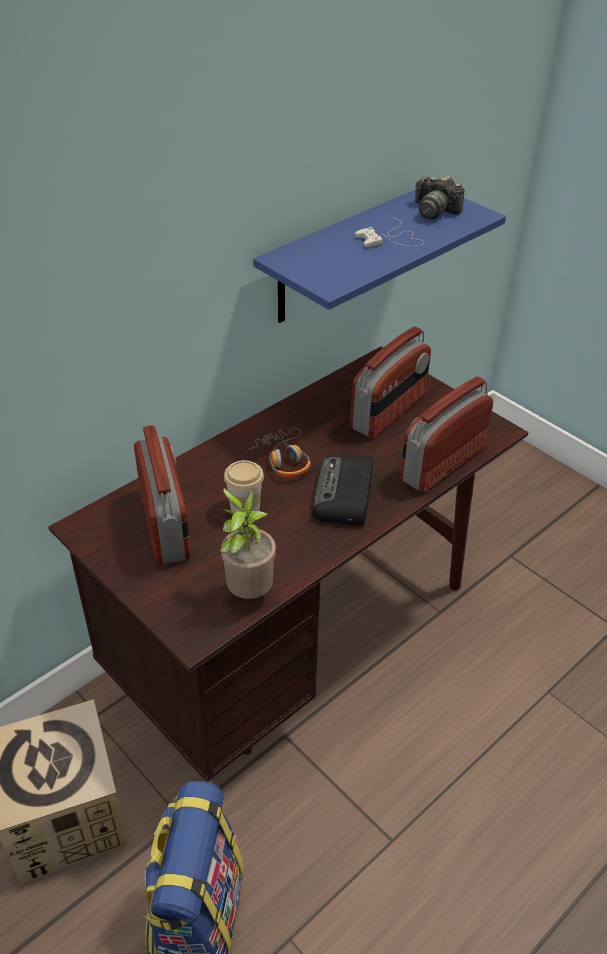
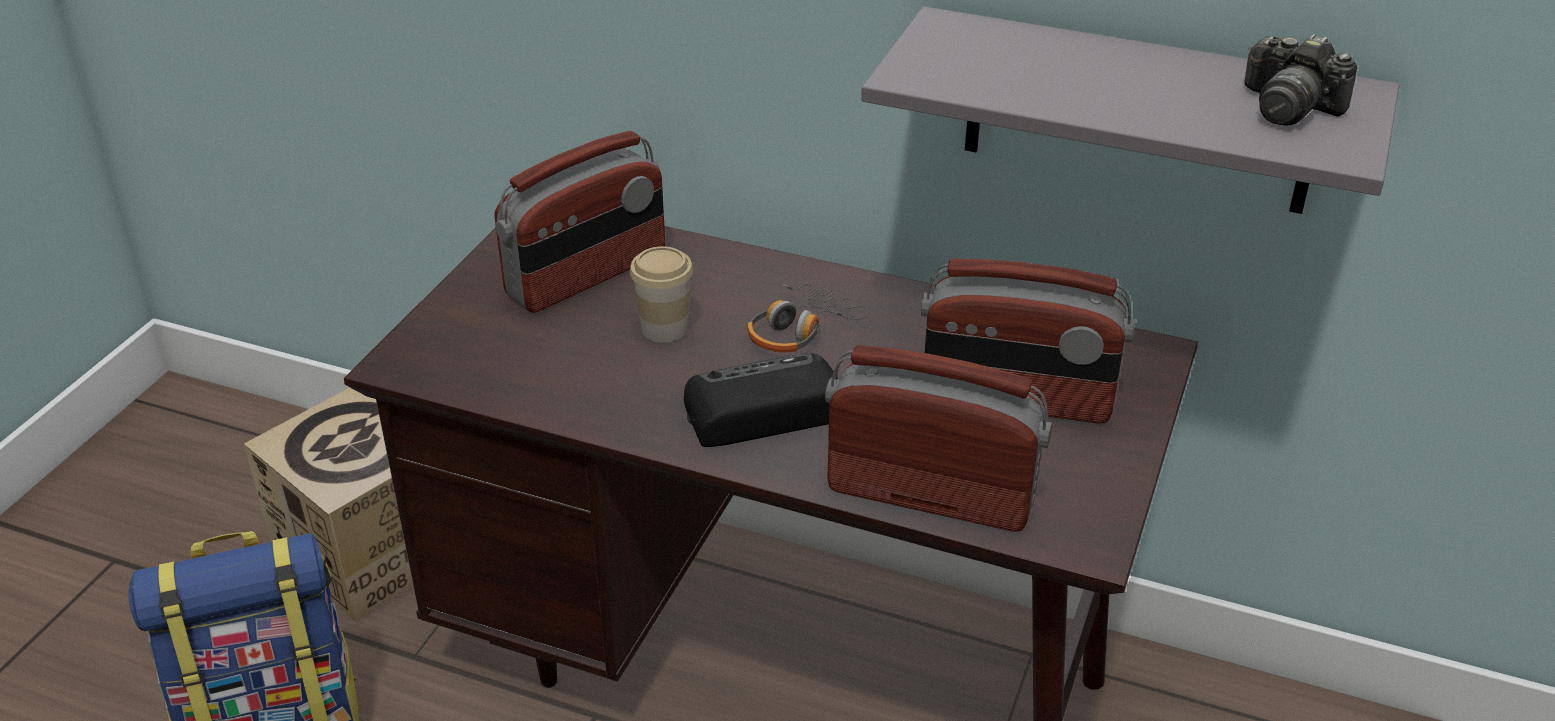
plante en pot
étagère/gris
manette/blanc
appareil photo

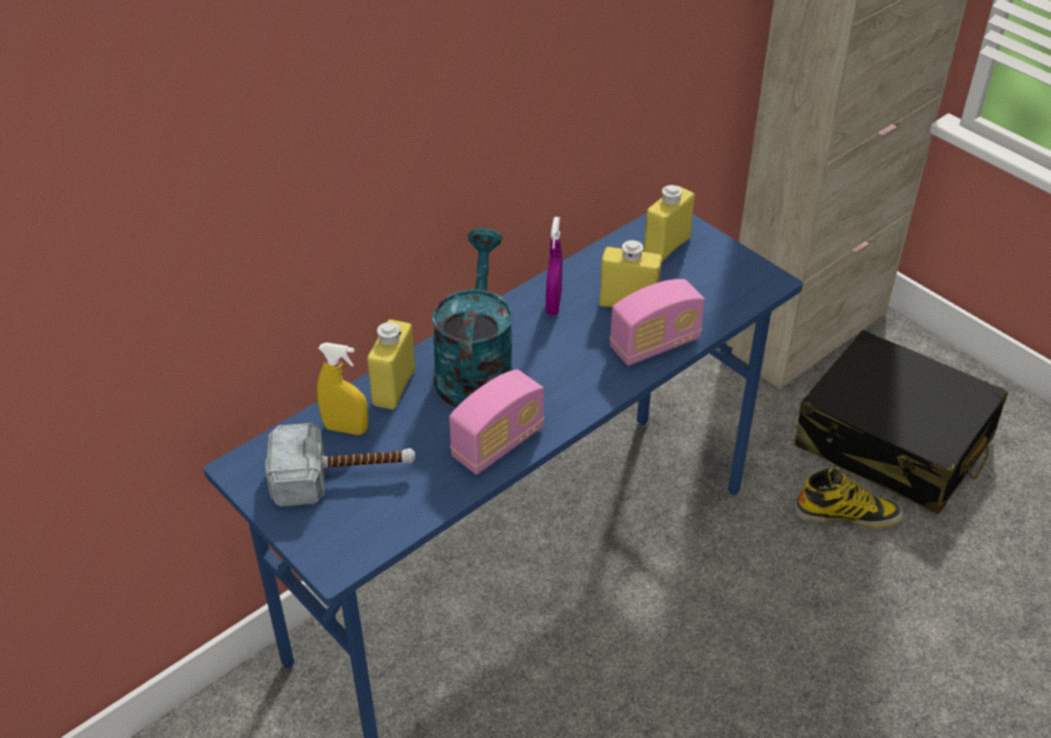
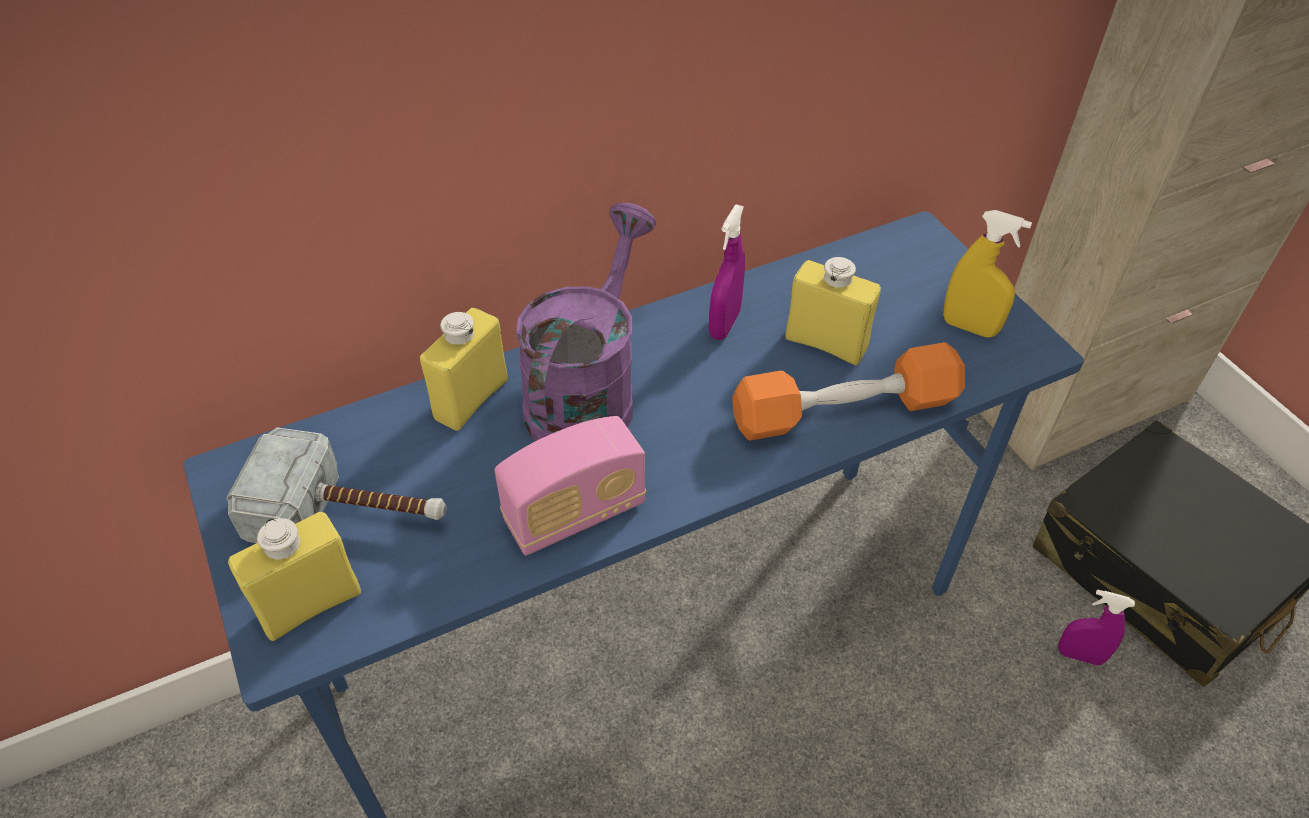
vaporisateur/jaune
arrosoir/violet
haltère/orange
bouteille/jaune (no. 1 from left)
vaporisateur/violet (no. 2 from left)

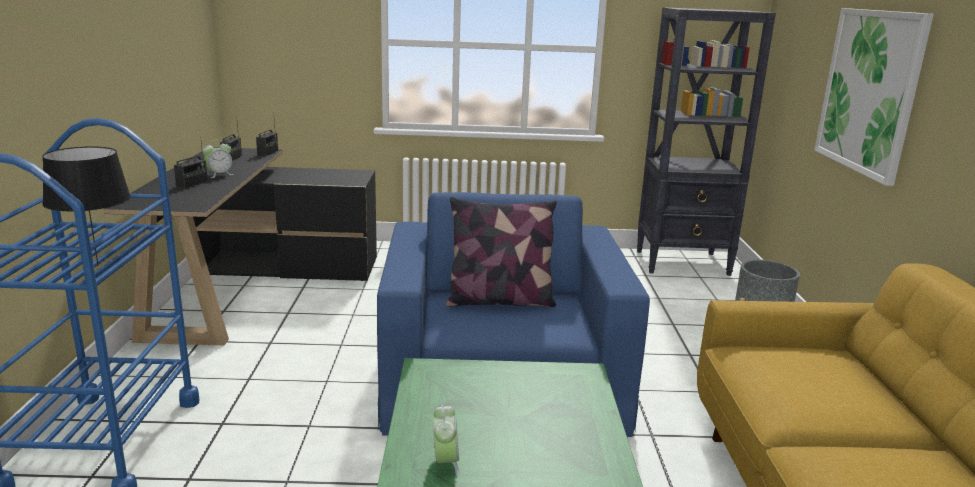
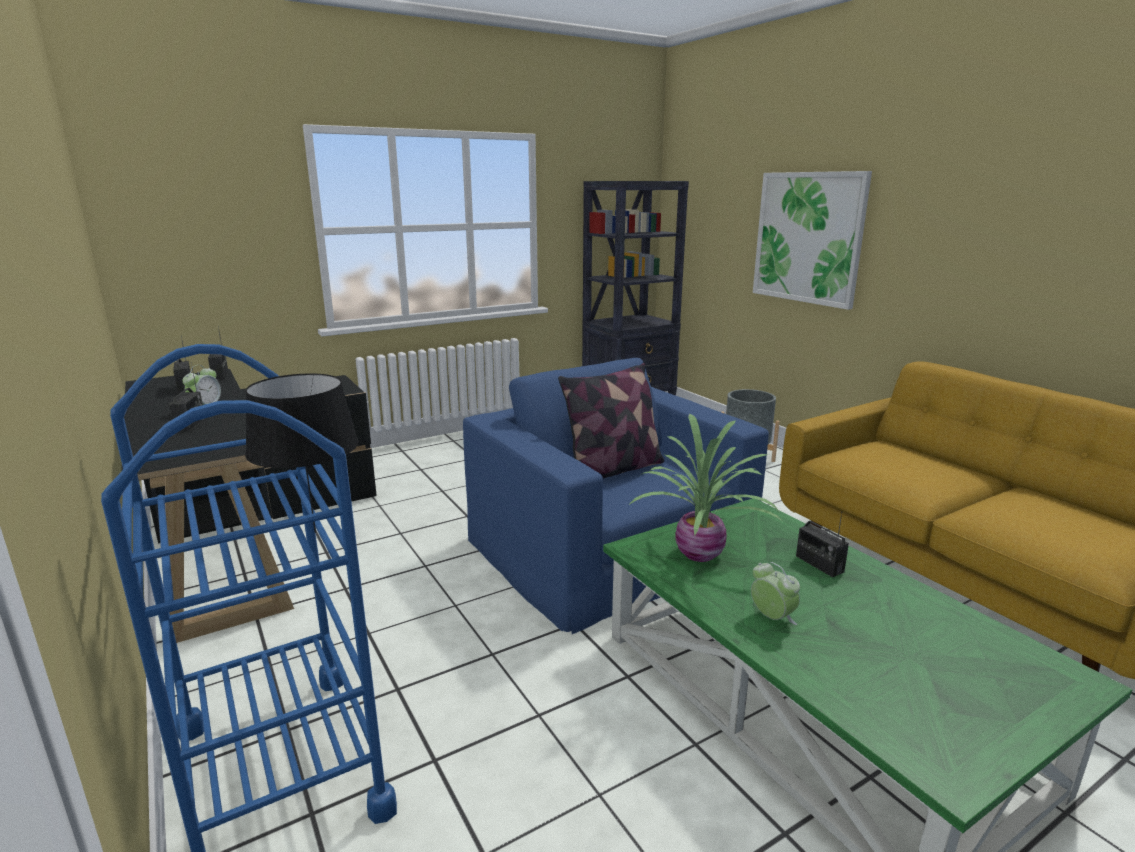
plante en pot
radio (no. 4 from left)

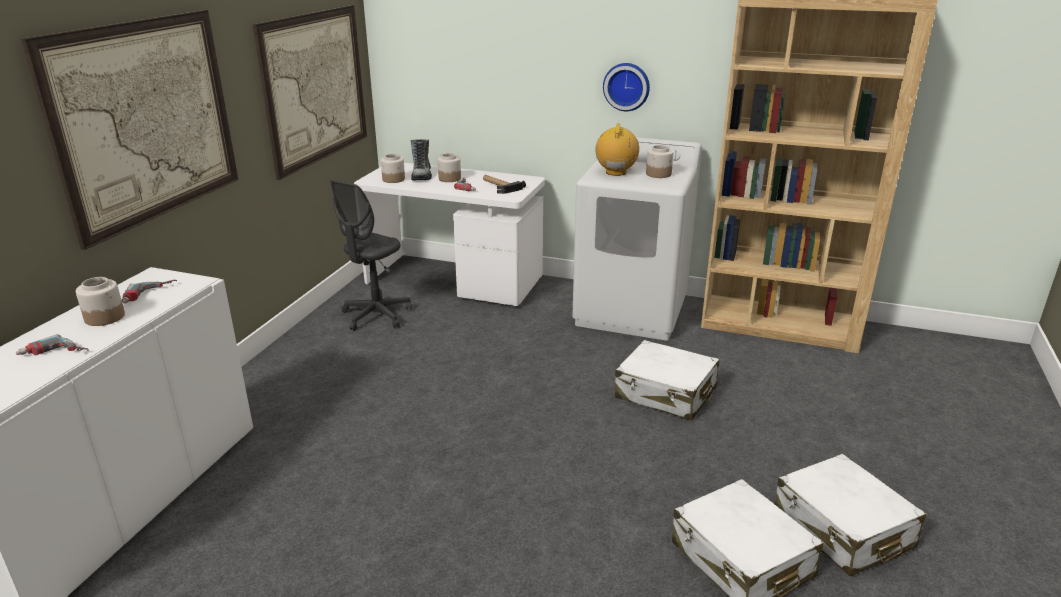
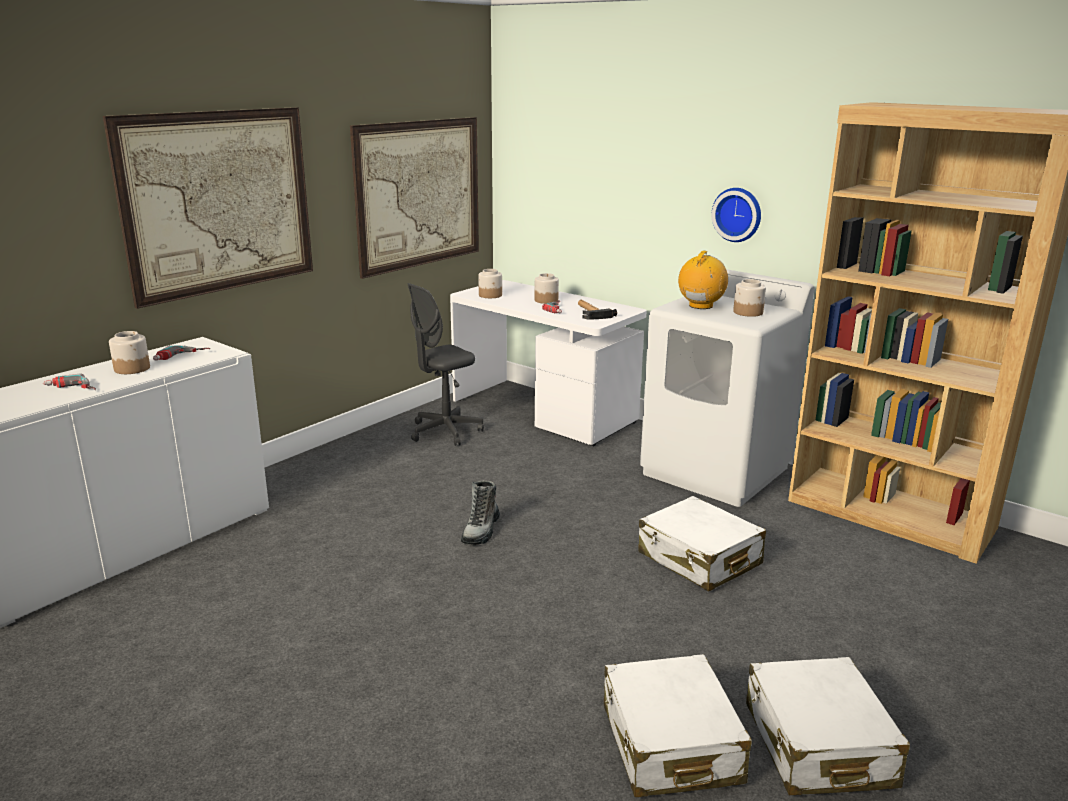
botte

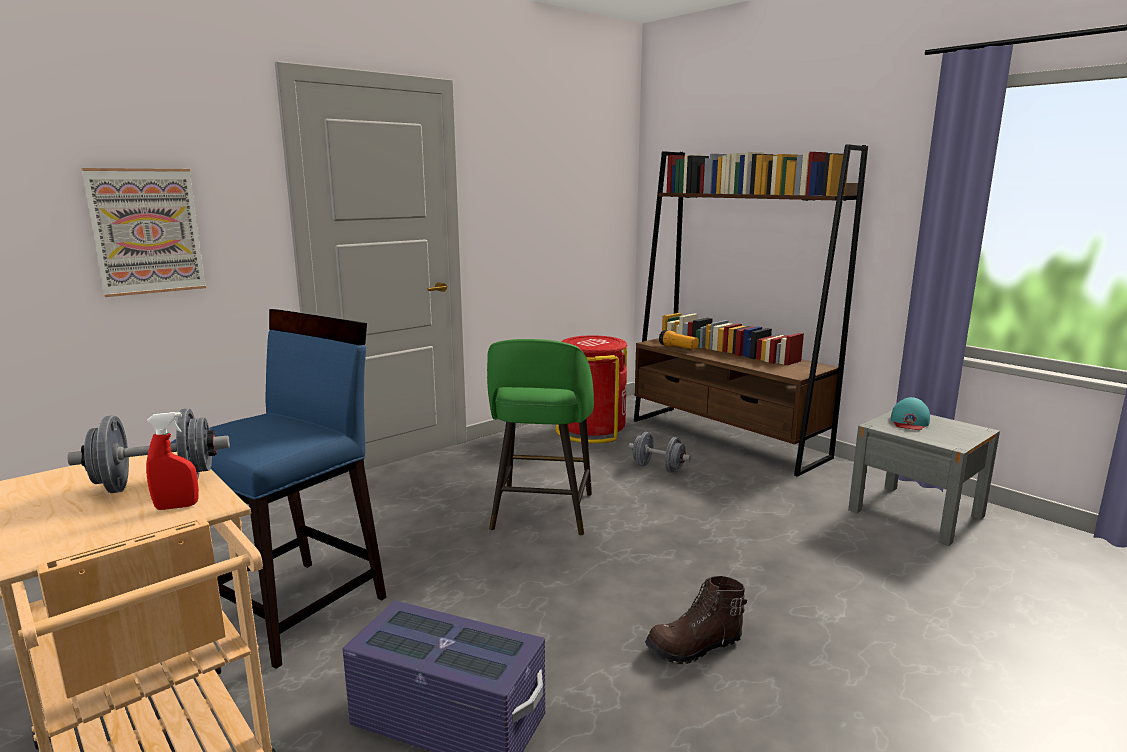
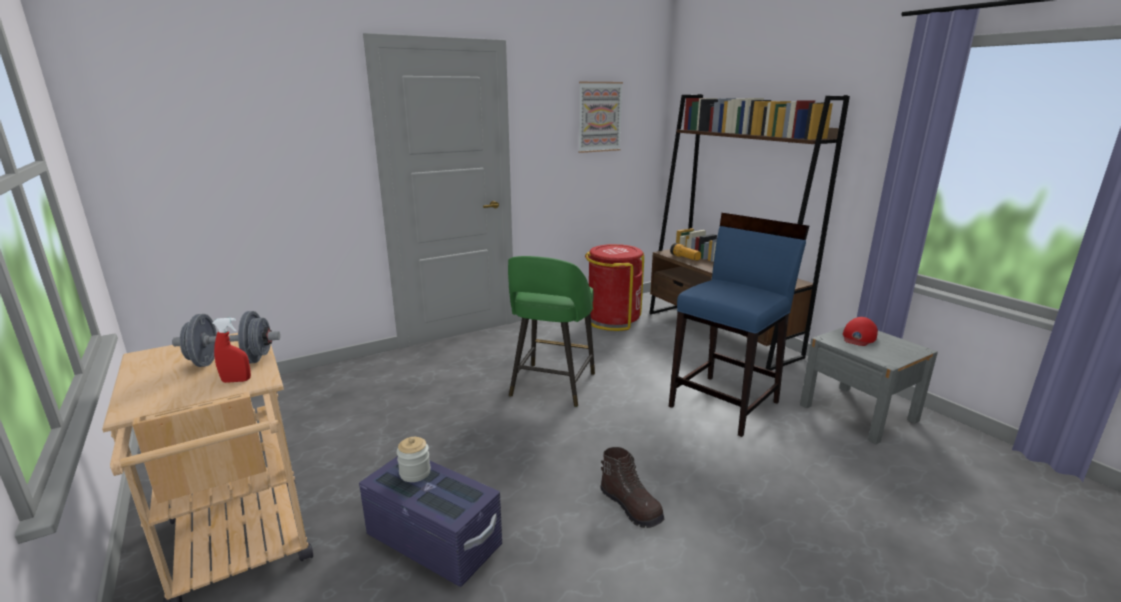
tableau
tabouret/bleu
haltère/gris (no. 2 from left in the first image)
botte/marron
casquette/rouge
bocal

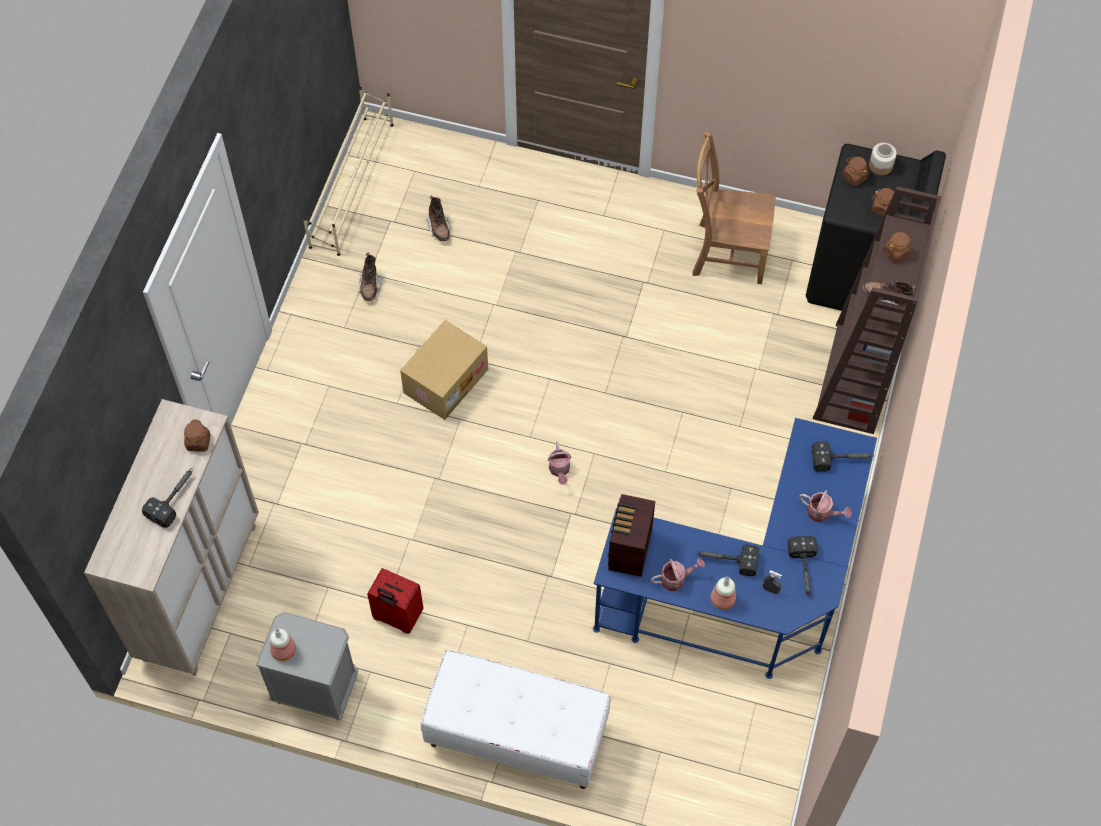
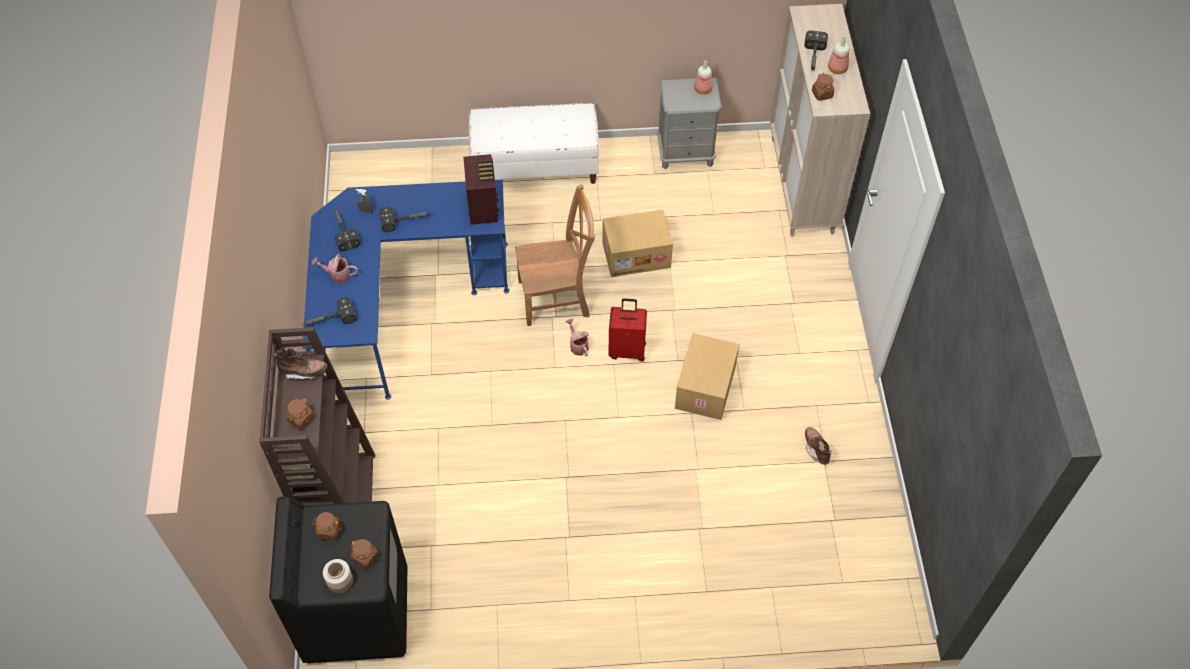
étagère à chaussures/beige
valise/rouge
botte/marron (no. 2 from left in the first image)
arrosoir (no. 2 from left in the first image)
chaise/marron
bouteille (no. 2 from left)
carton (no. 1 from left)

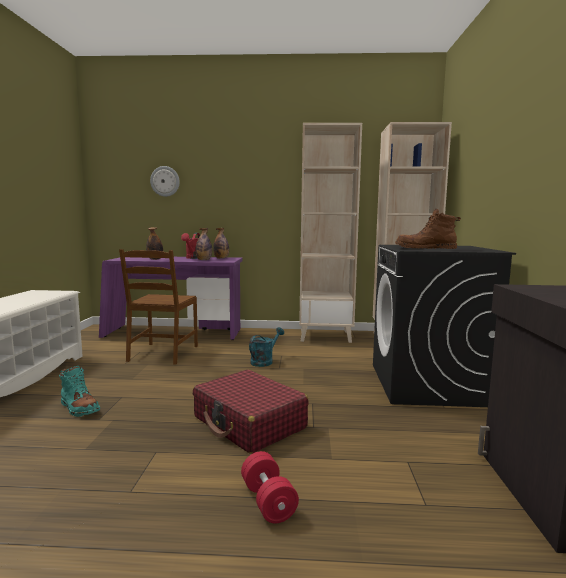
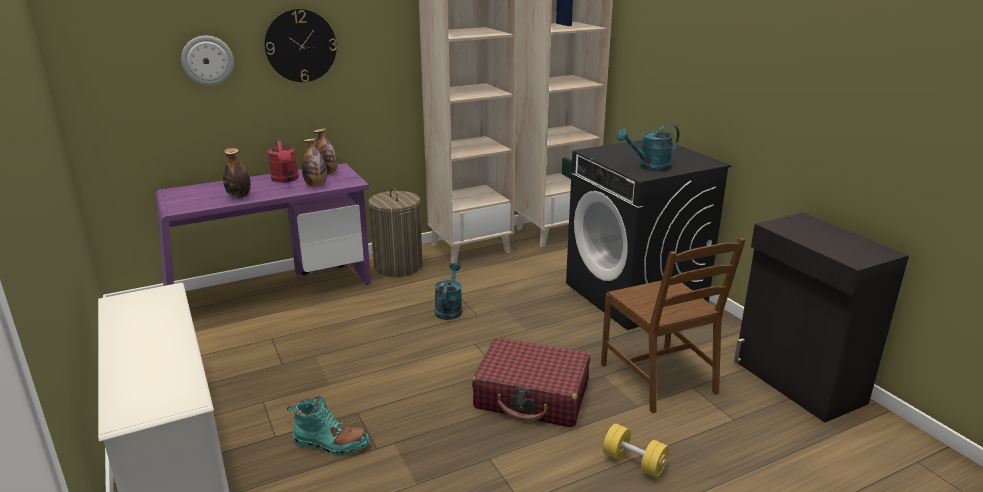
chaise/marron
haltère/jaune
arrosoir/turquoise (no. 2 from left)
horloge murale (no. 2 from left)
panier à linge

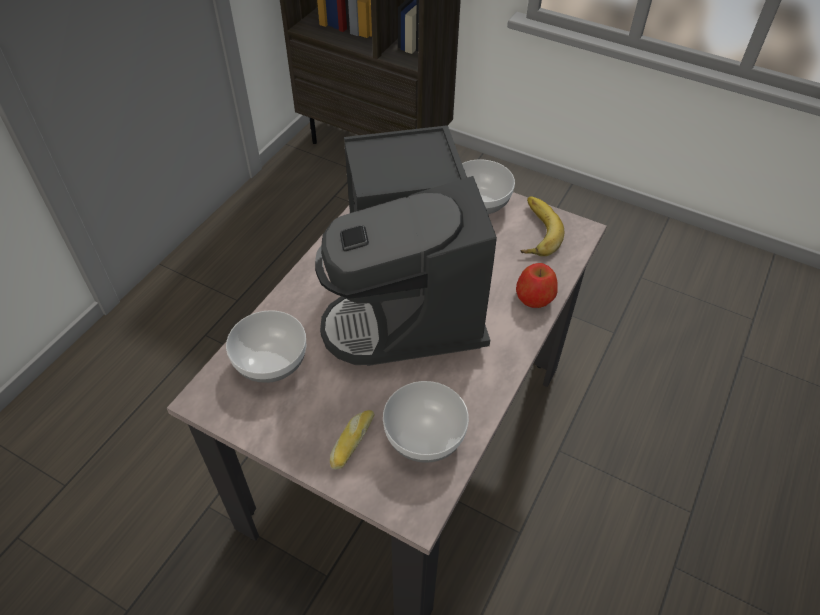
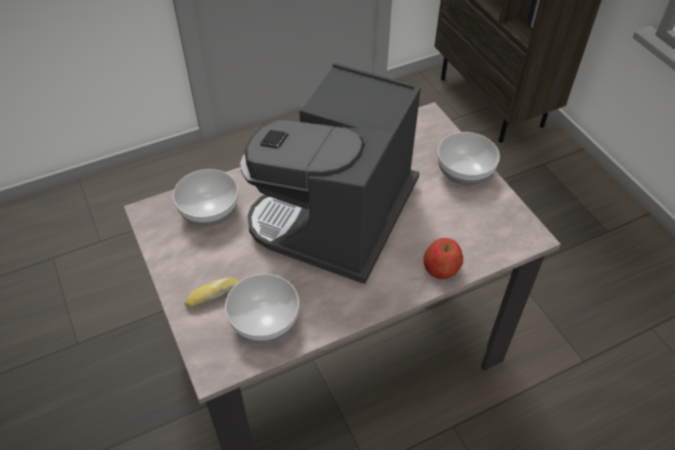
banane

